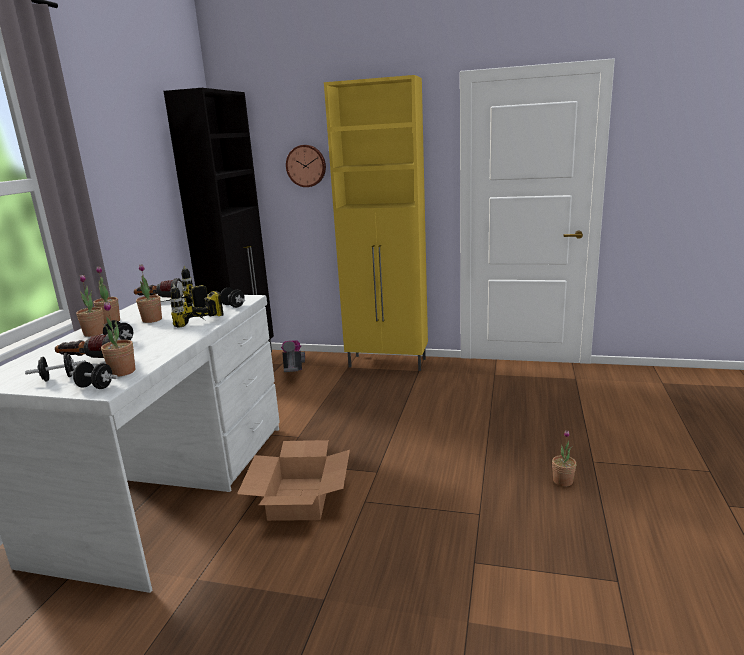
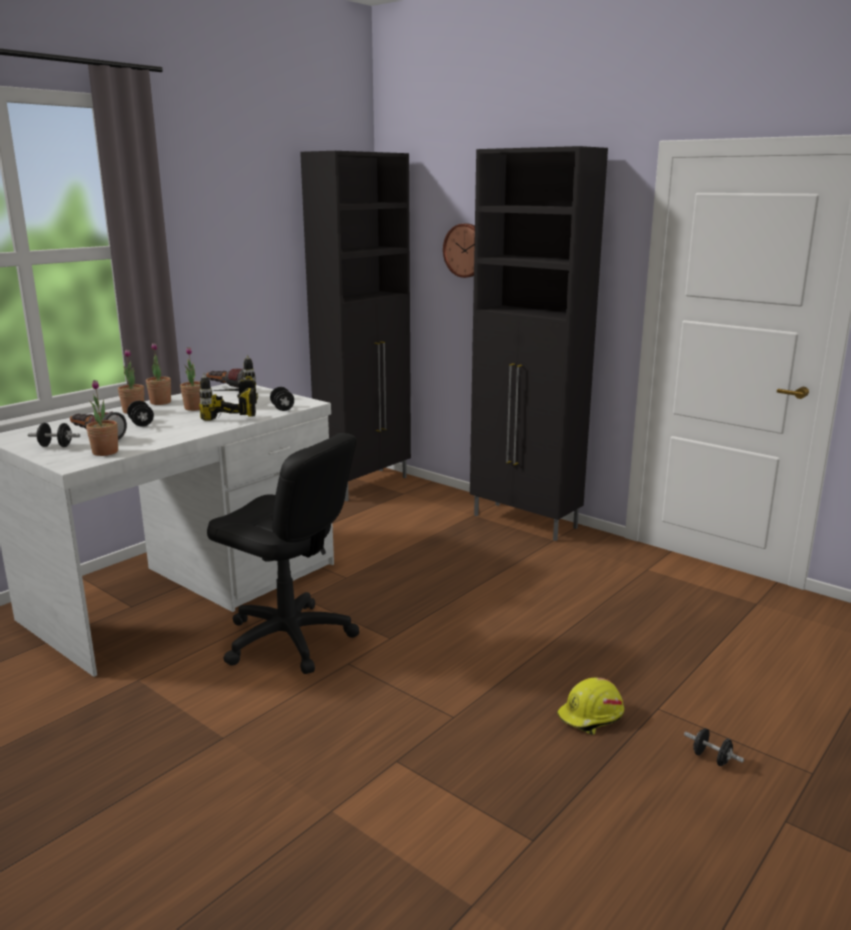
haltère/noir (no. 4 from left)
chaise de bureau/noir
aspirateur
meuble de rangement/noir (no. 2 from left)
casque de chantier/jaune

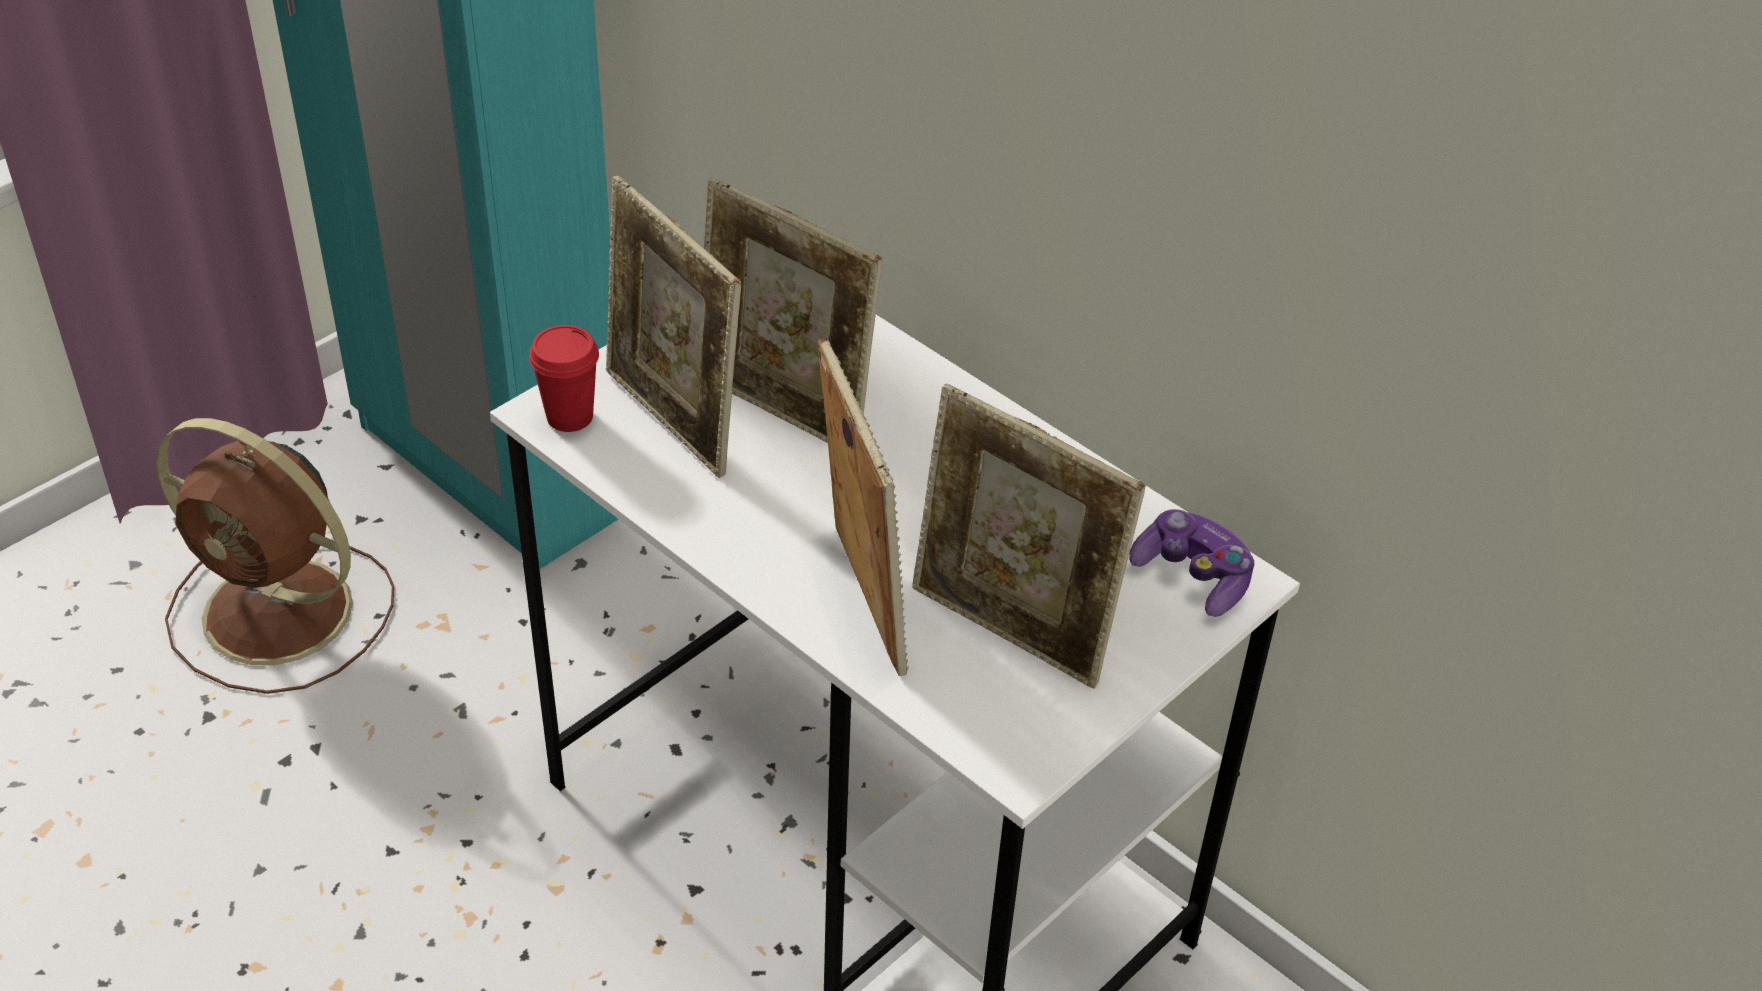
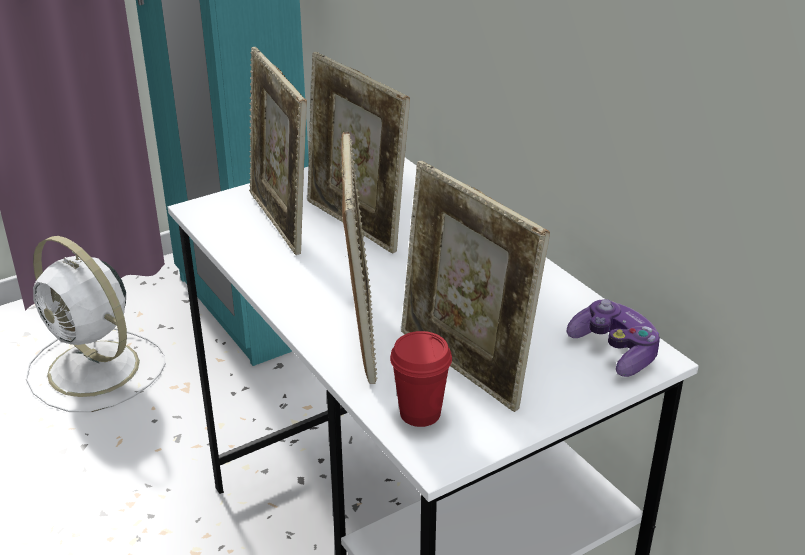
ventilateur/blanc
tasse/rouge

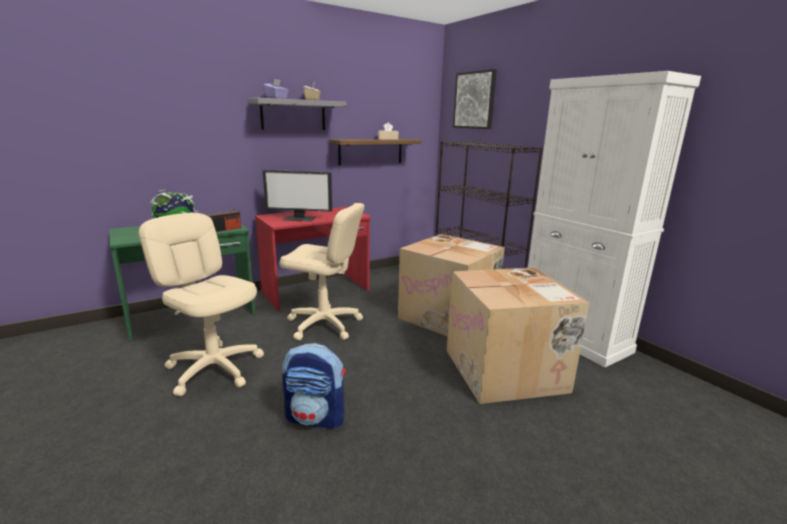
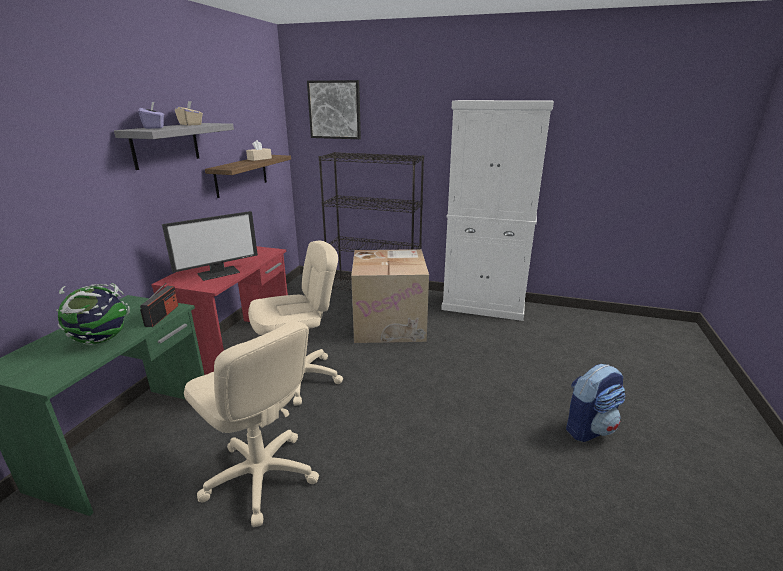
chaise de bureau/beige (no. 1 from left)
sac à dos
carton (no. 2 from left in the first image)

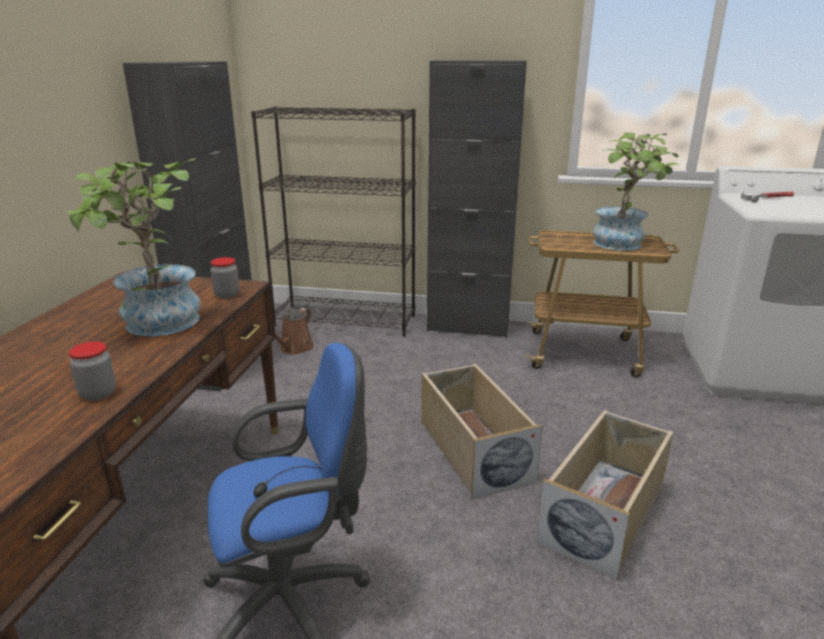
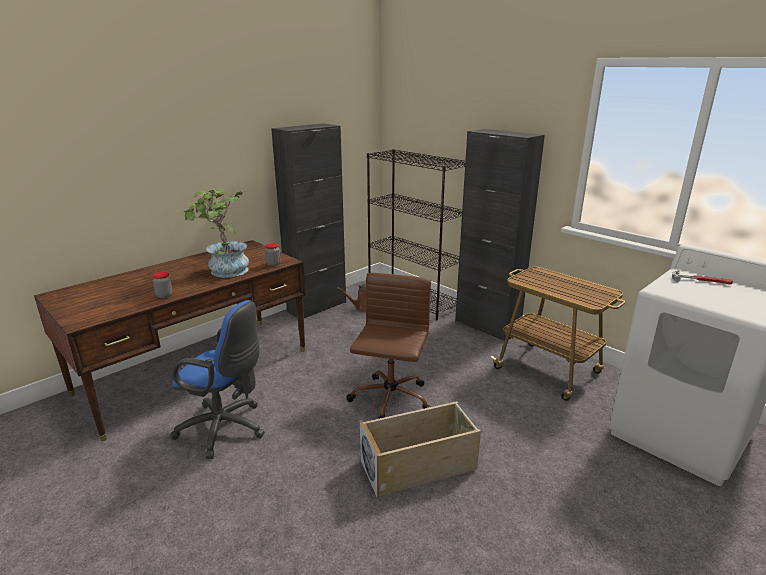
chaise de bureau/marron
plante en pot (no. 2 from left in the first image)

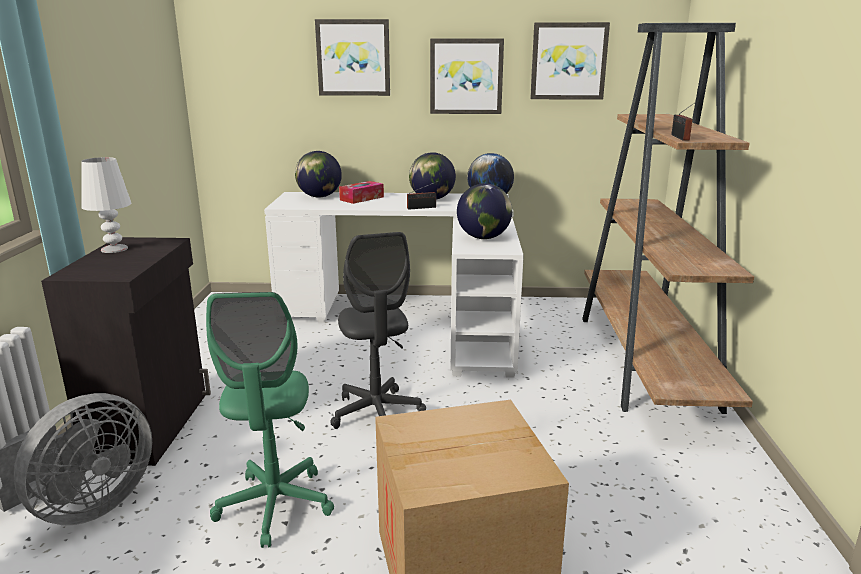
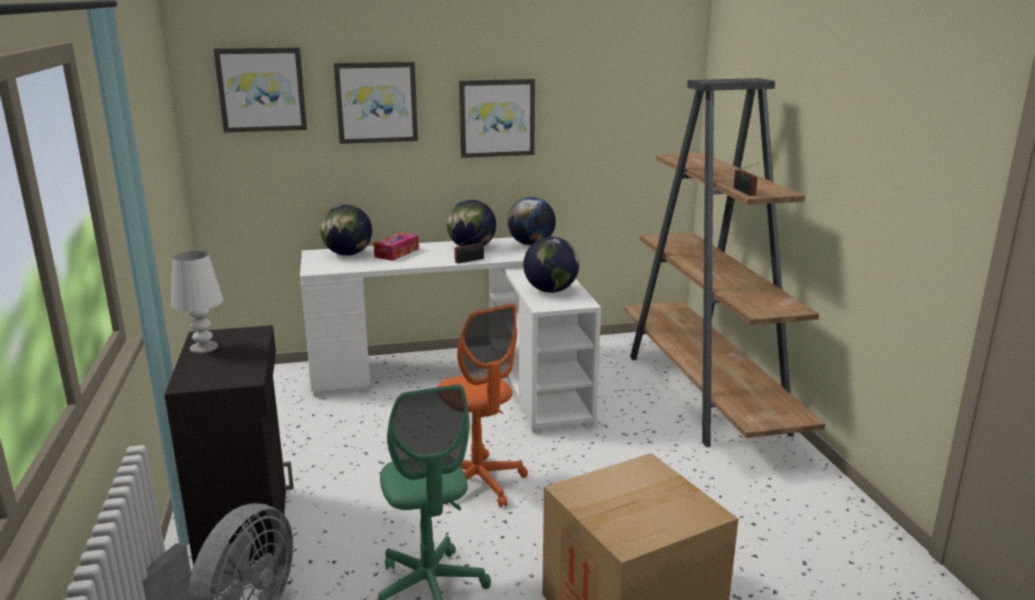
chaise de bureau/orange
tableau (no. 1 from left)

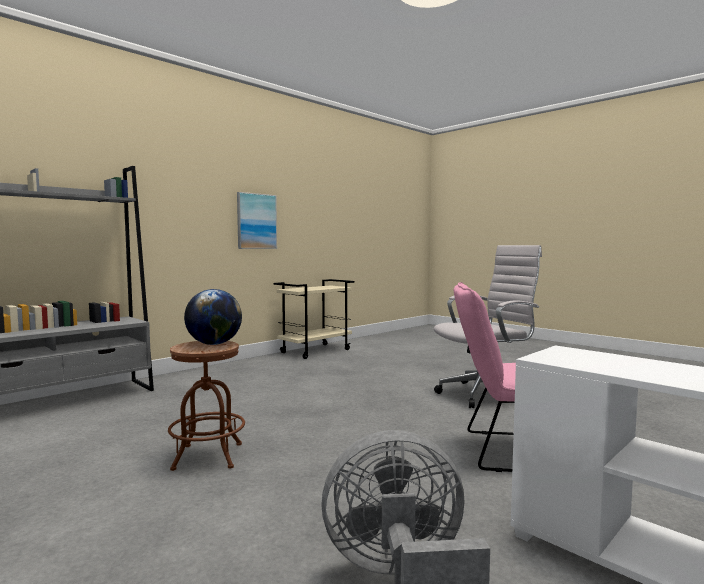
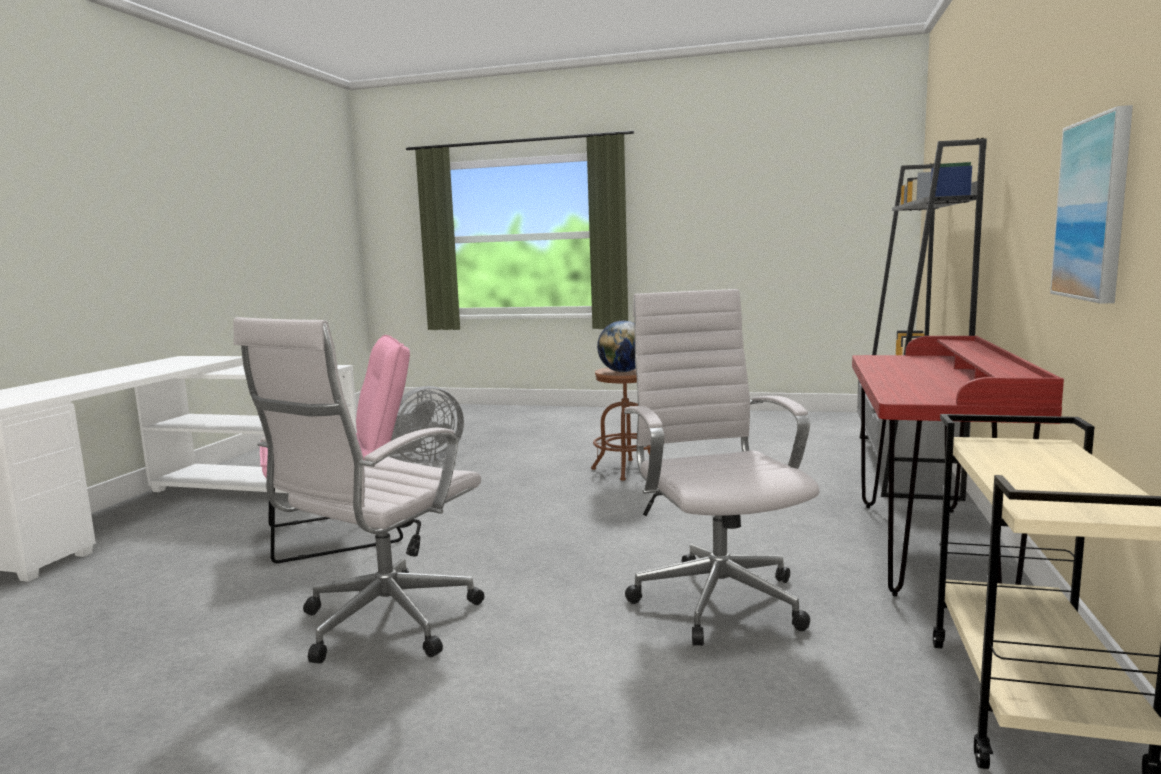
chaise de bureau/blanc (no. 2 from left)
bureau/rouge

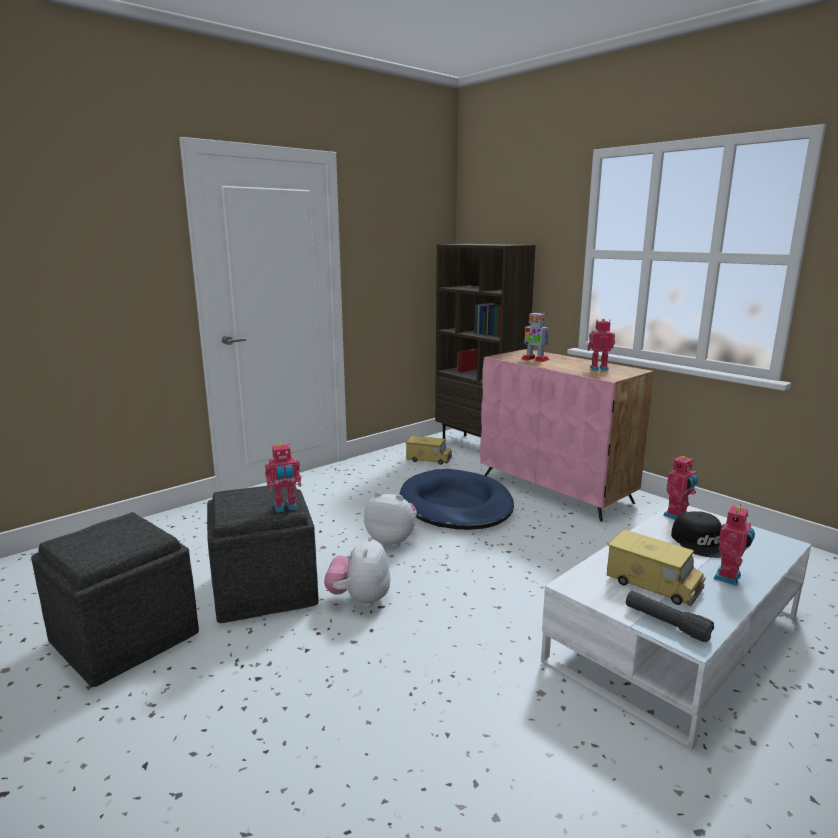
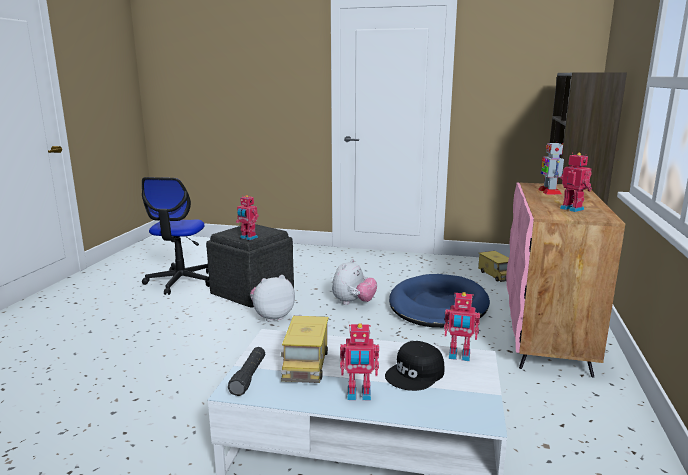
chaise de bureau
peluche (no. 2 from left)

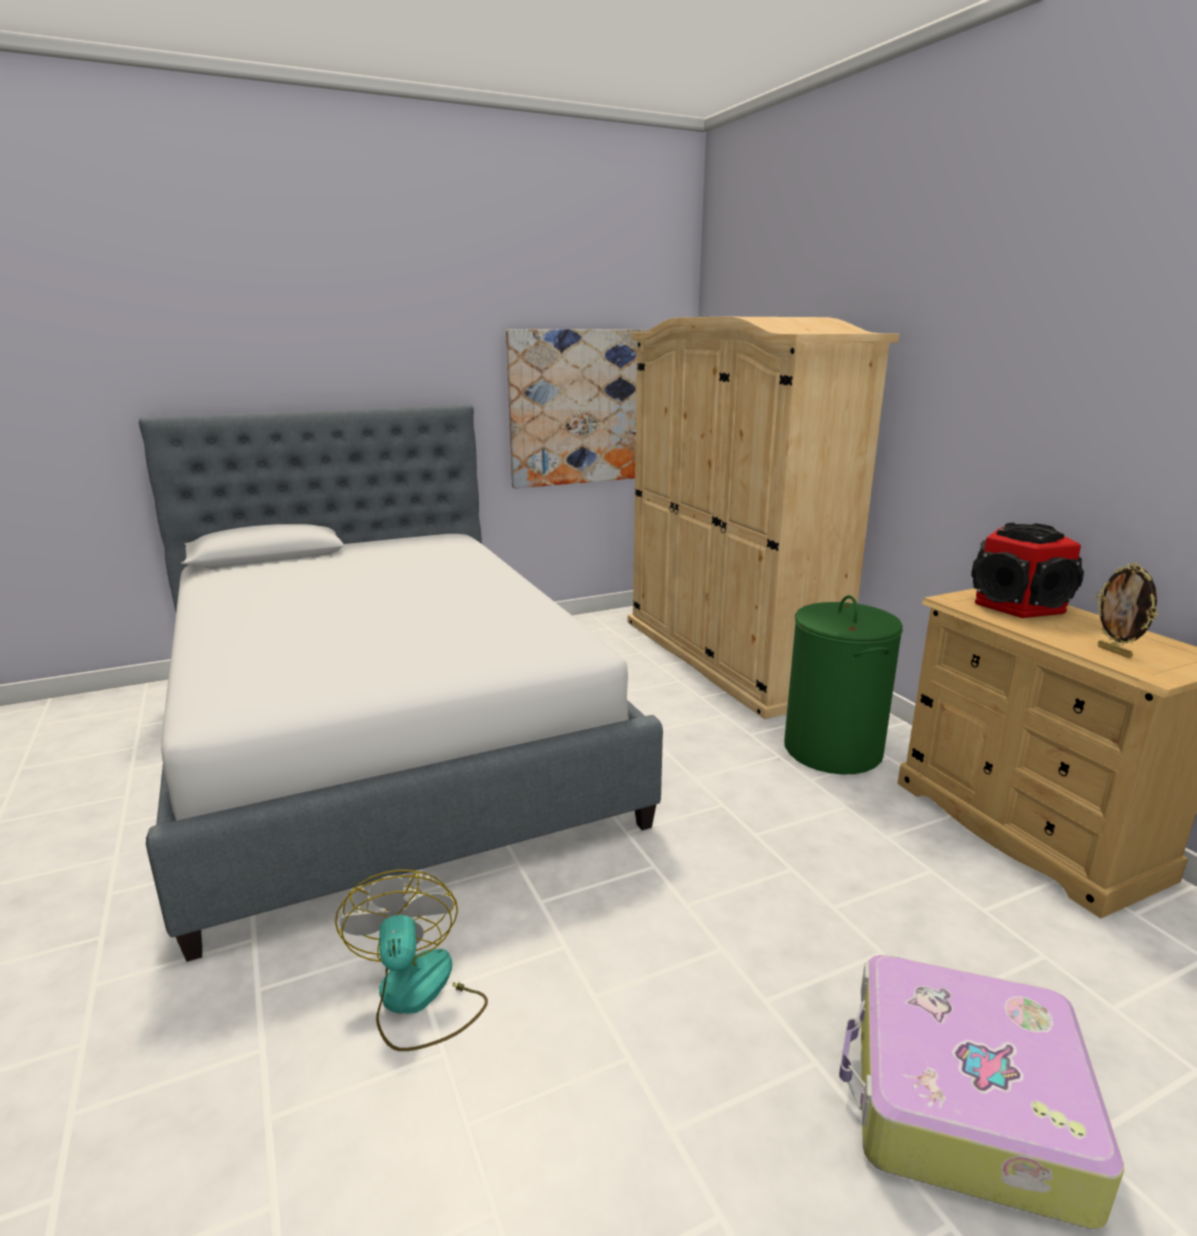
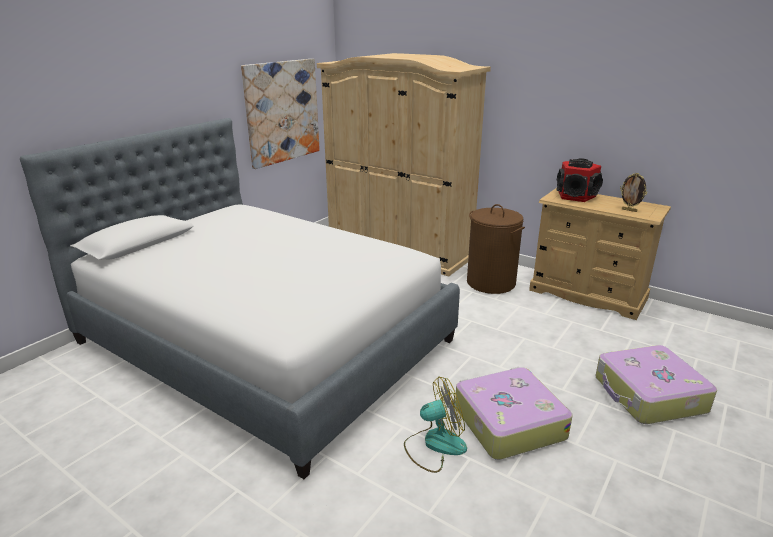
ventilateur
panier à linge/marron
valise (no. 1 from left)

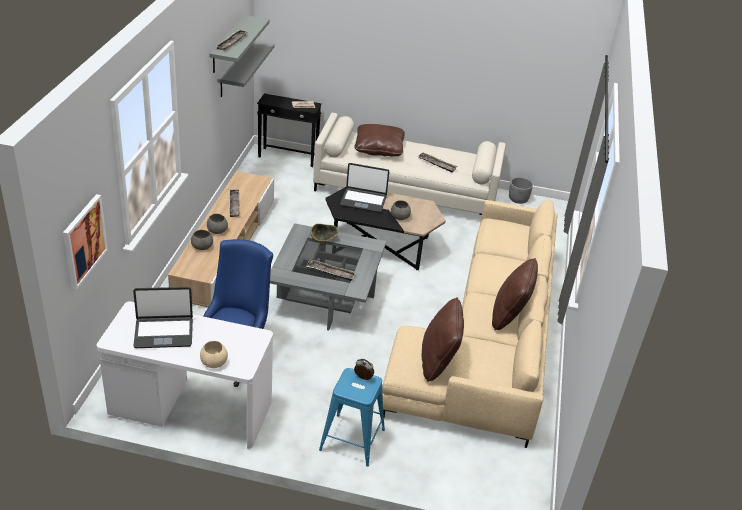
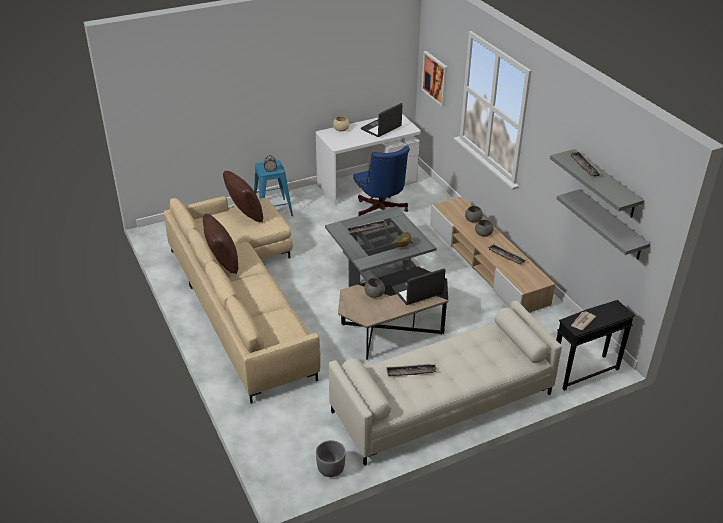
coussin/marron (no. 1 from left in the first image)

